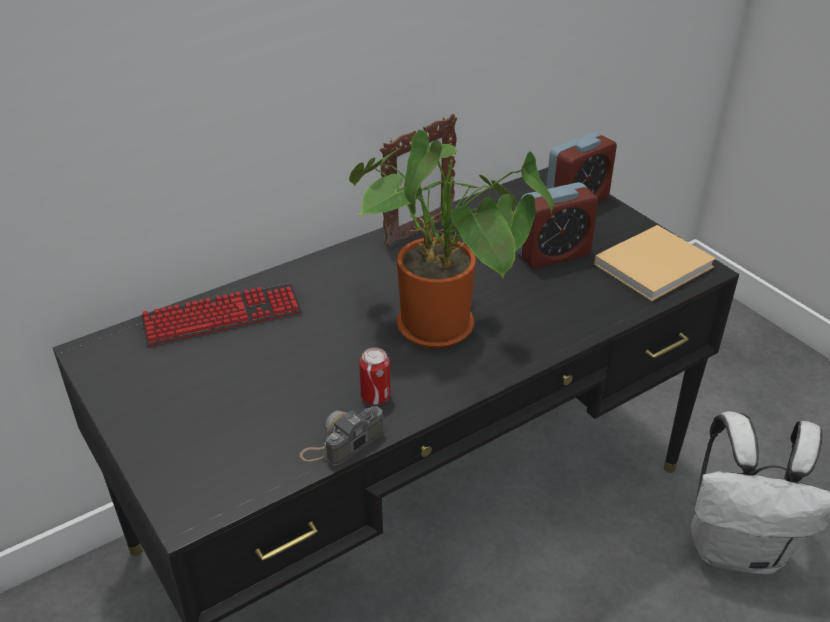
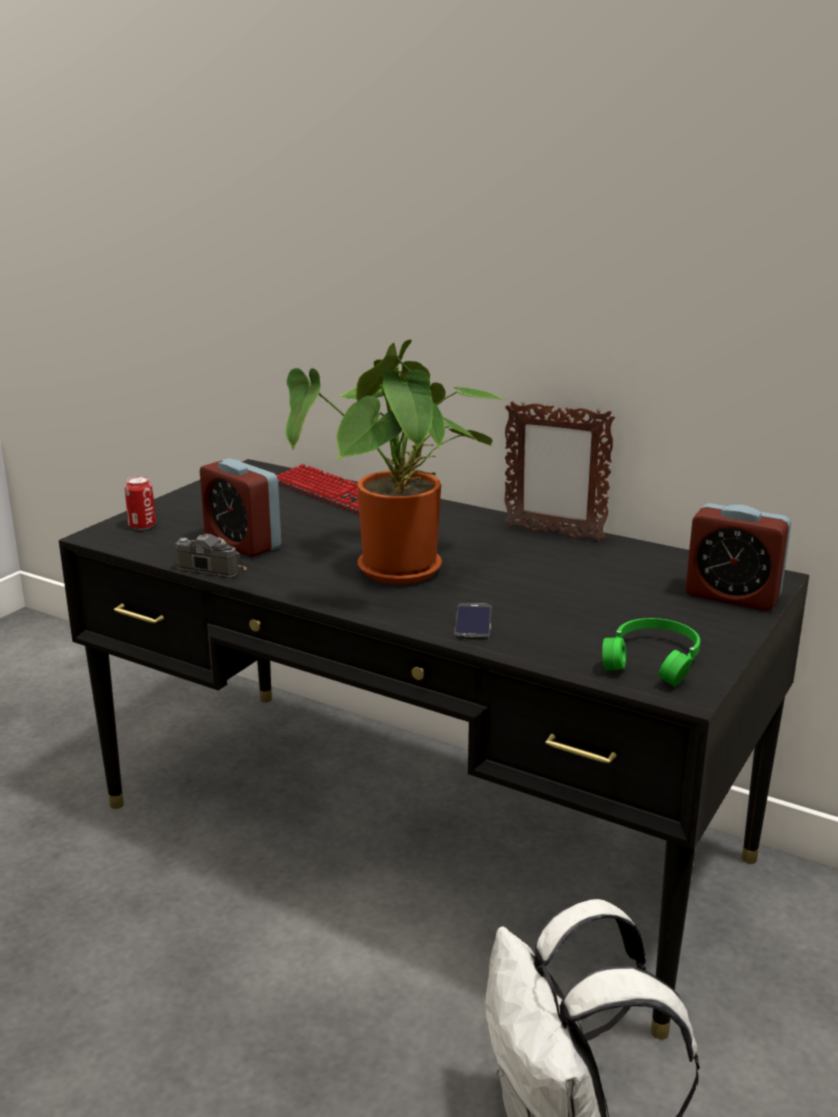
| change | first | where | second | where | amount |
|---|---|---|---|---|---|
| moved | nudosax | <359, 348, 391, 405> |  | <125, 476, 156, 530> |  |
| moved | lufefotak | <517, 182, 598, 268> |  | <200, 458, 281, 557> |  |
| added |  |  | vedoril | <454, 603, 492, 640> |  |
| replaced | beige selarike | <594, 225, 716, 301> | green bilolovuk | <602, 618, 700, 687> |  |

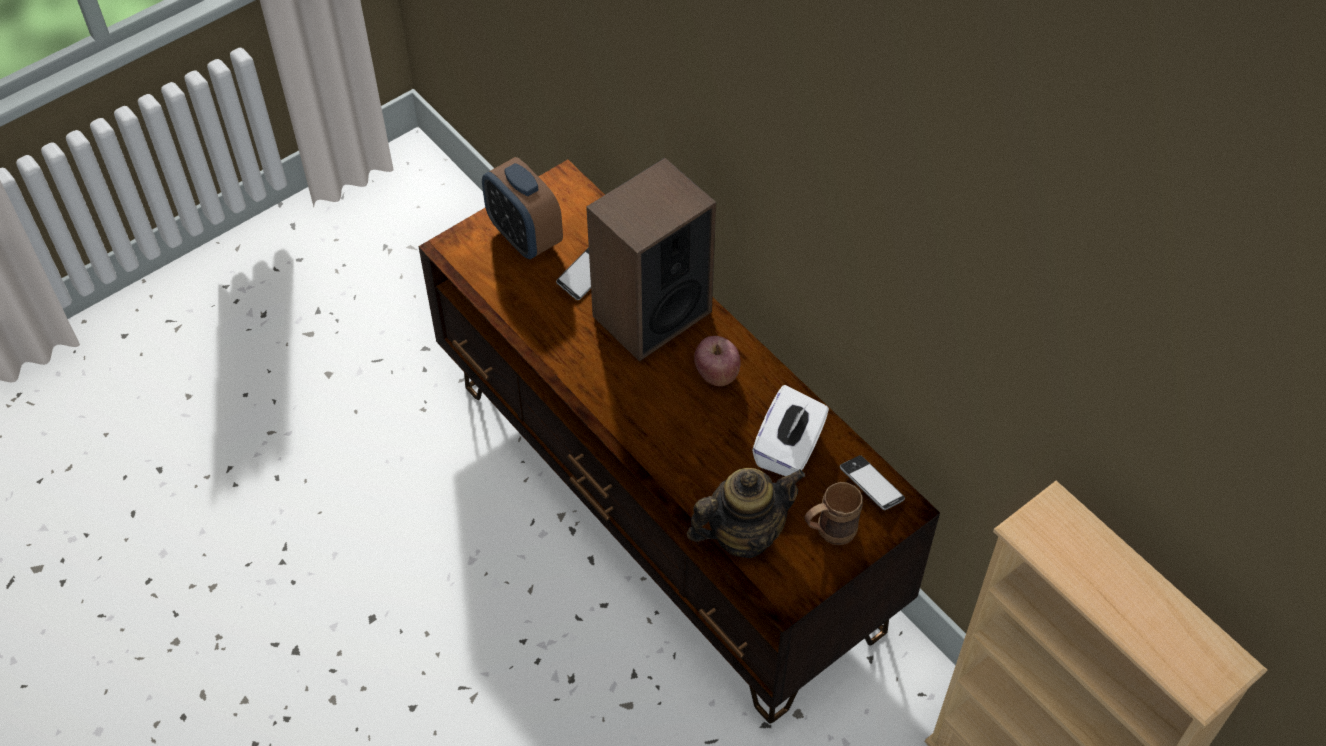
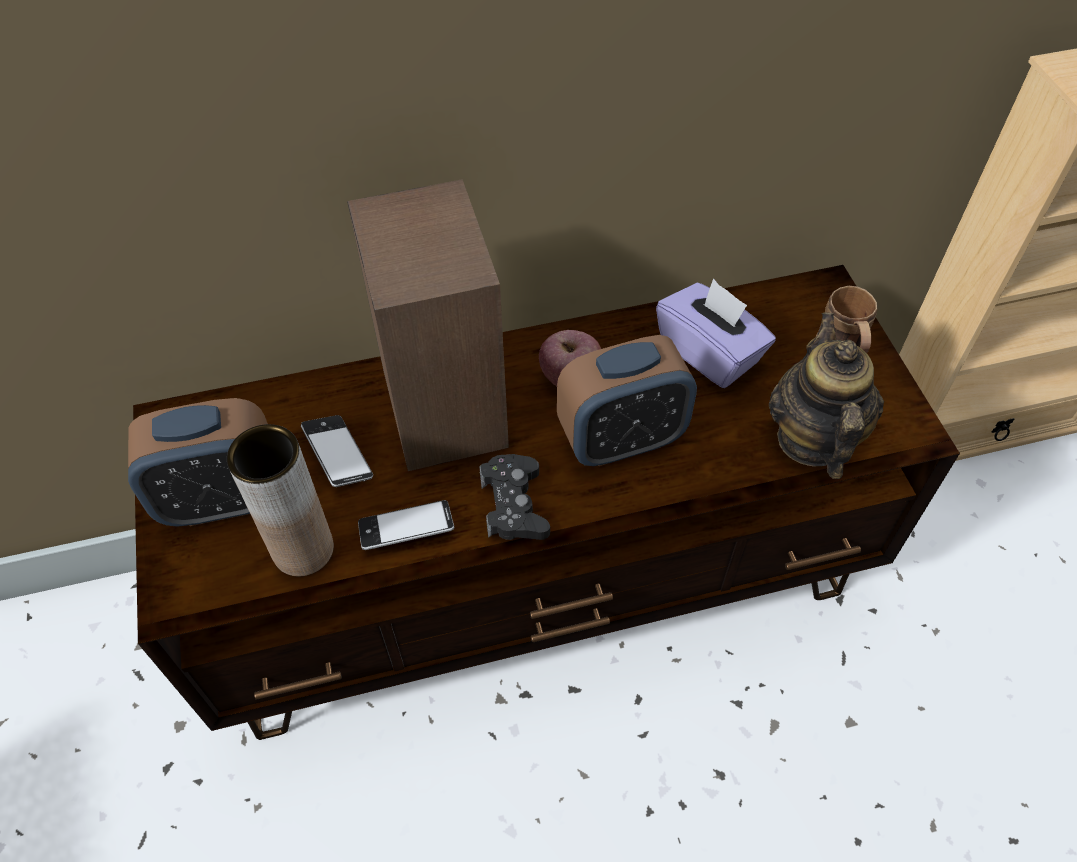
| change | first | where | second | where | amount |
|---|---|---|---|---|---|
| added |  |  | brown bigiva | <227, 424, 334, 576> |  |
| moved | vedoril | <839, 455, 905, 510> |  | <358, 500, 454, 550> |  |
| added |  |  | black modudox | <479, 454, 550, 540> |  |
| added |  |  | lufefotak | <557, 335, 697, 466> |  |
| recoloured | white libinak | <752, 385, 829, 476> | purple libinak | <656, 278, 776, 388> |  |

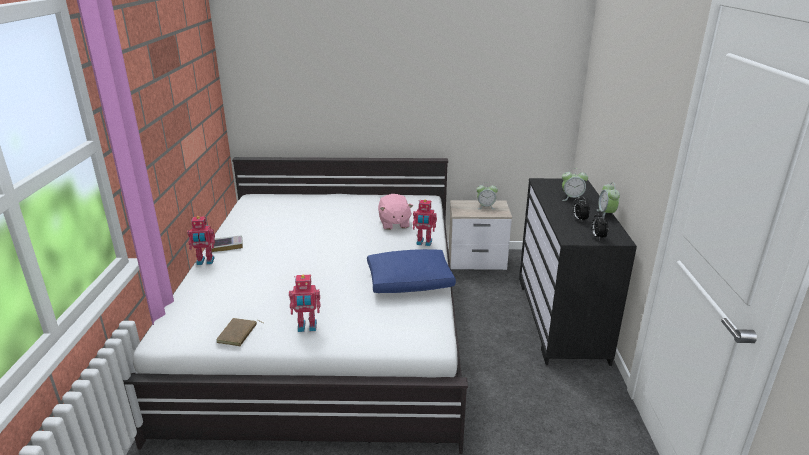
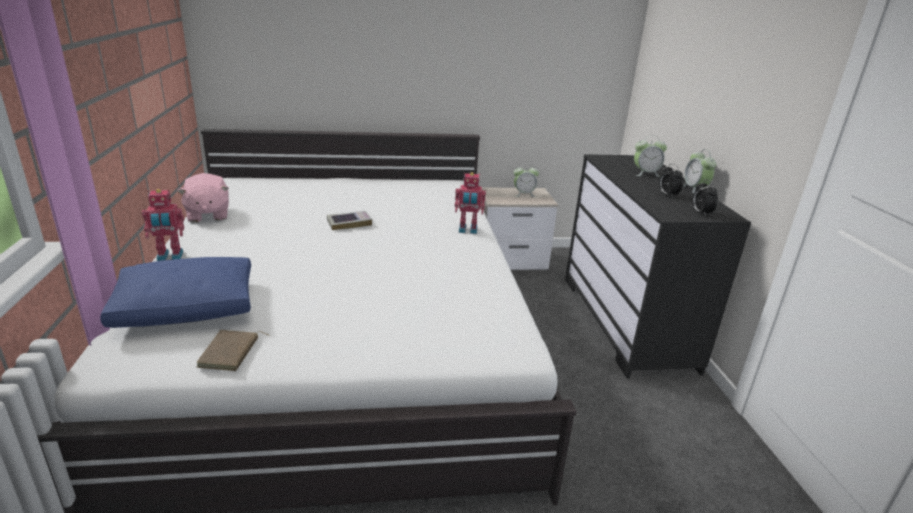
| change | first | where | second | where | amount |
|---|---|---|---|---|---|
| moved | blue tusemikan | <367, 249, 456, 293> |  | <100, 257, 251, 328> |  |
| moved | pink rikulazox | <378, 194, 413, 230> |  | <177, 173, 229, 222> |  |
| moved | selarike | <211, 235, 243, 252> |  | <327, 211, 372, 230> |  |
| removed | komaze | <289, 275, 320, 332> |  |  |  |

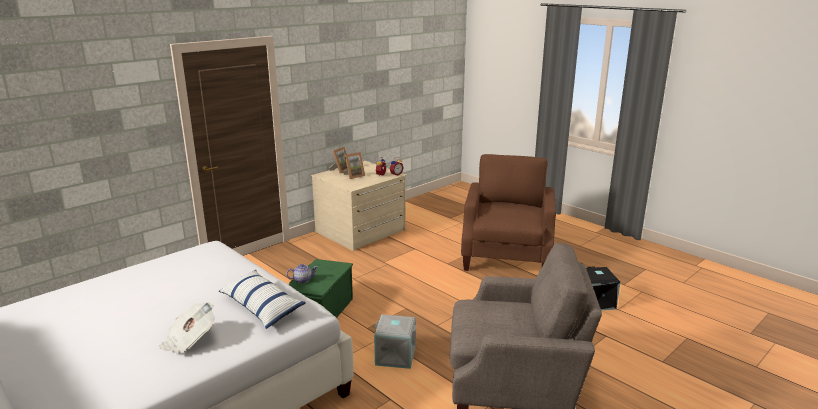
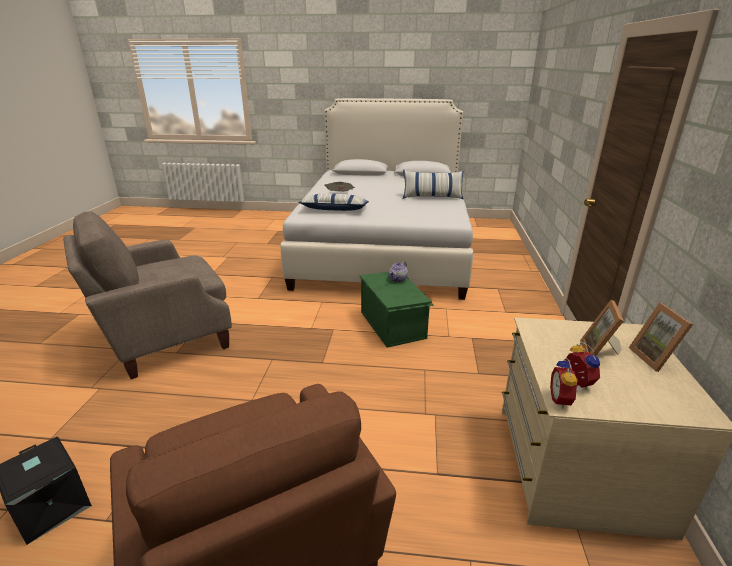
| change | first | where | second | where | amount |
|---|---|---|---|---|---|
| added |  |  | tusemikan | <403, 170, 463, 199> |  |
| removed | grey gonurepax | <374, 315, 416, 369> |  |  |  |

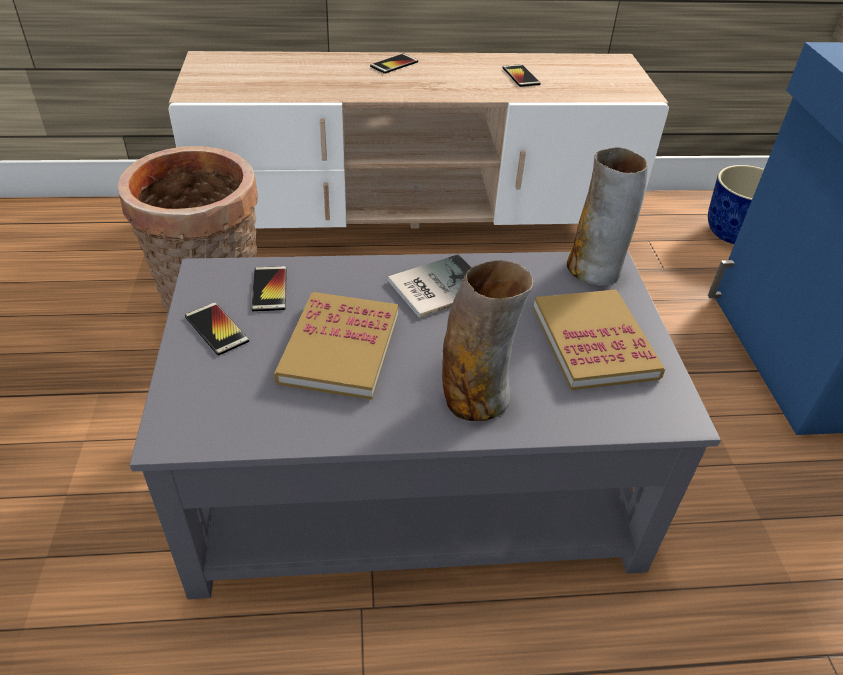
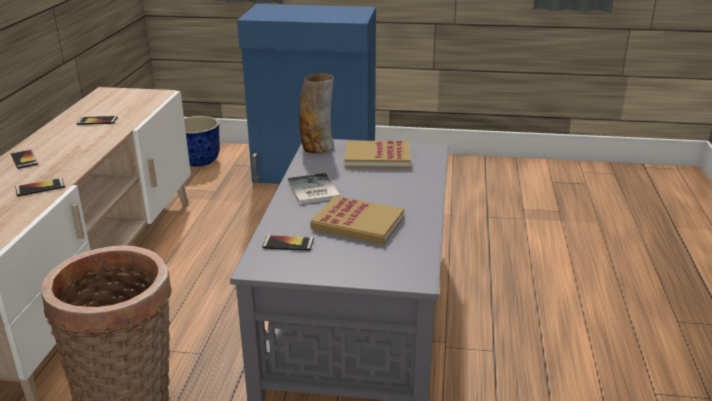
| change | first | where | second | where | amount |
|---|---|---|---|---|---|
| moved | vedoril | <185, 302, 249, 355> |  | <15, 178, 65, 196> |  |
| removed | bigiva | <442, 260, 533, 421> |  |  |  |

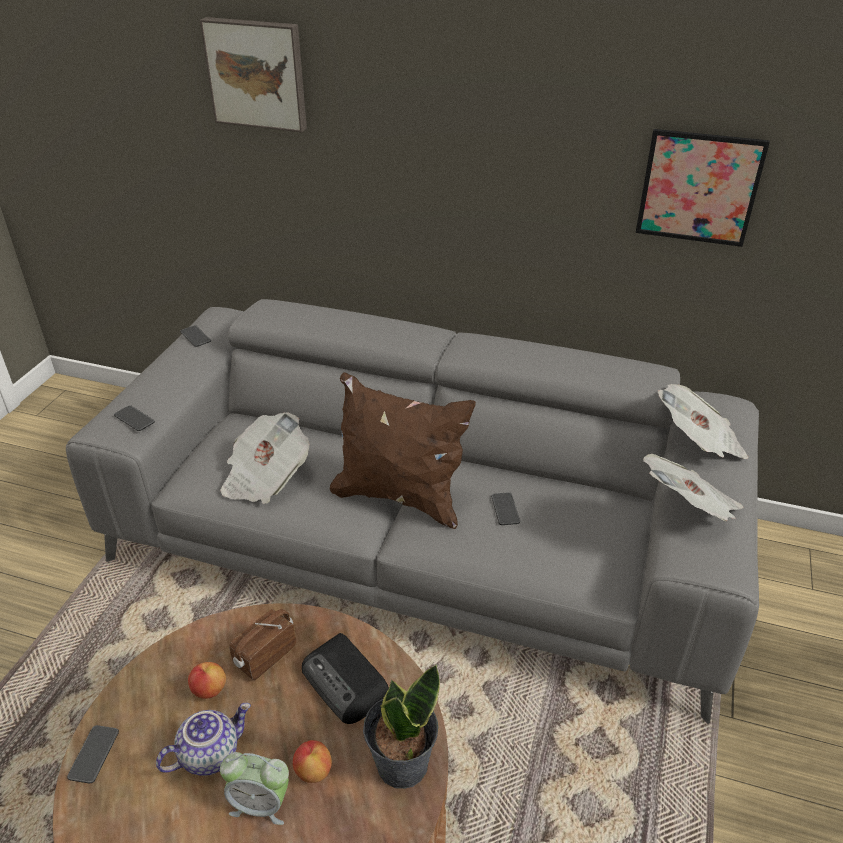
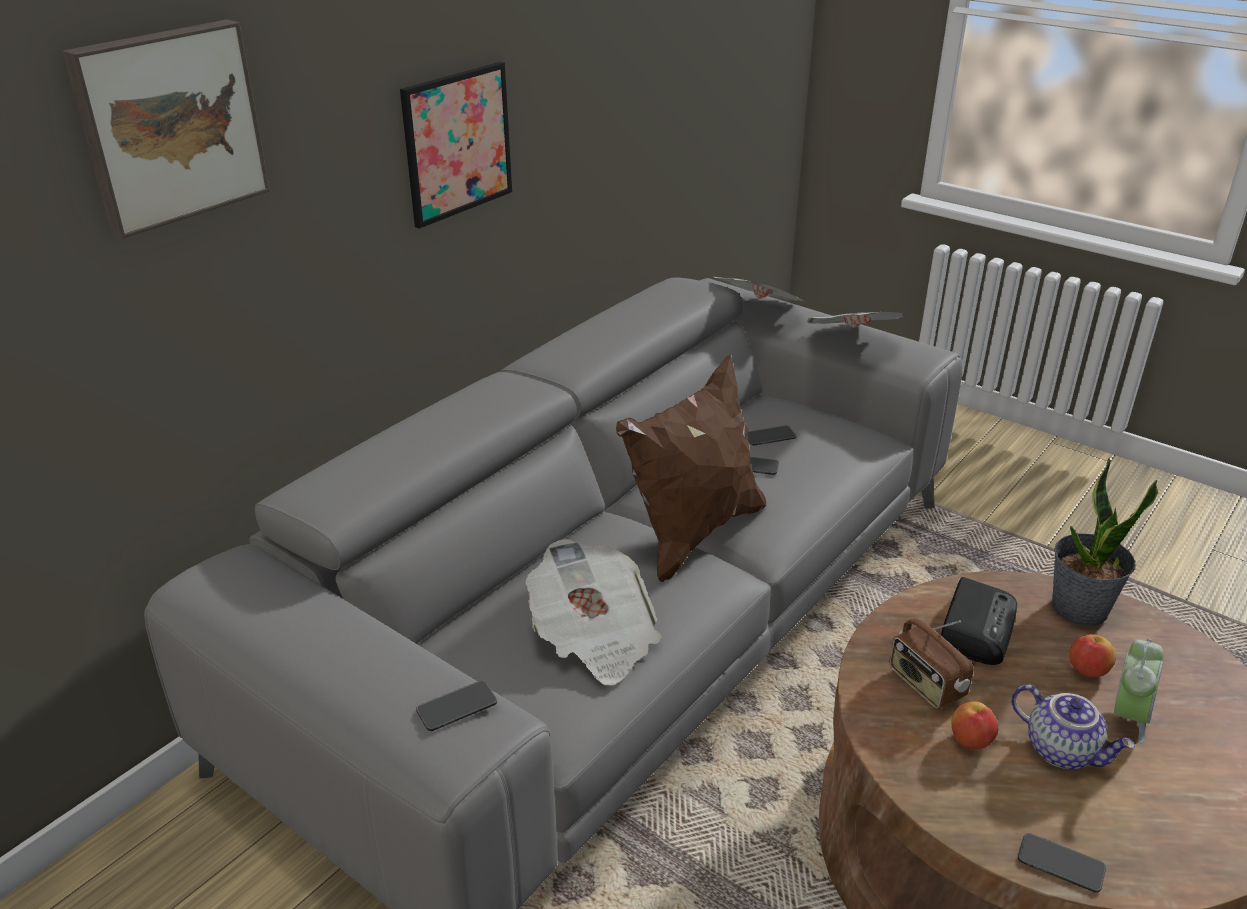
| change | first | where | second | where | amount |
|---|---|---|---|---|---|
| moved | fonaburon | <636, 129, 770, 247> |  | <400, 62, 512, 229> |  |
| moved | vedoril | <180, 325, 211, 347> |  | <747, 425, 796, 445> |  |
| turned | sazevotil | <302, 633, 389, 724> |  | <941, 577, 1017, 665> | 45 degrees counterclockwise |
| turned | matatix | <156, 703, 251, 776> |  | <1011, 685, 1135, 769> | 150 degrees clockwise |

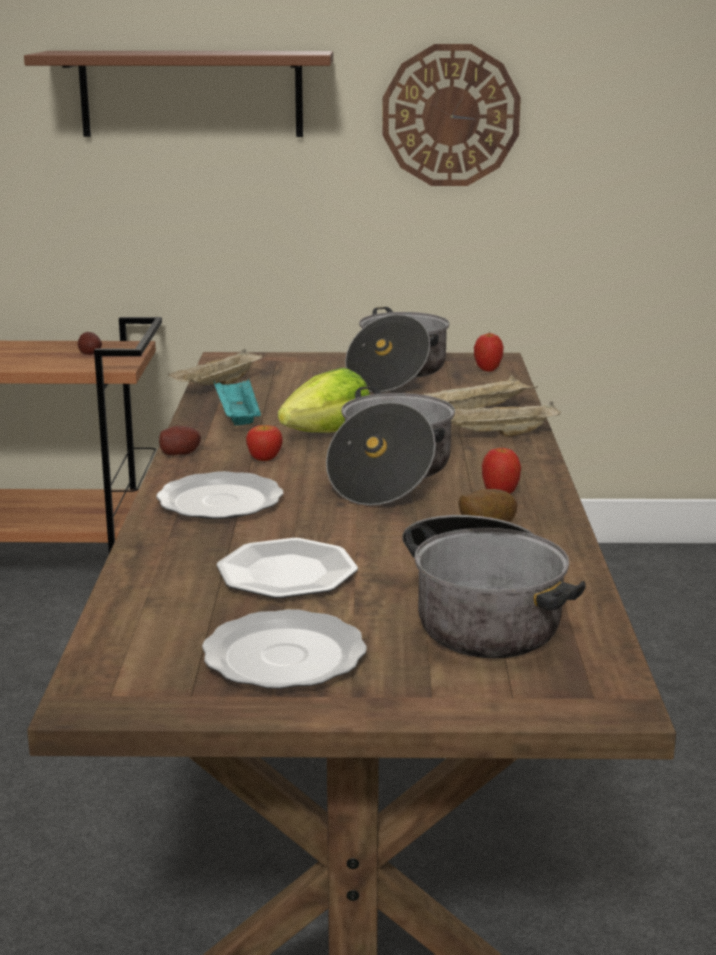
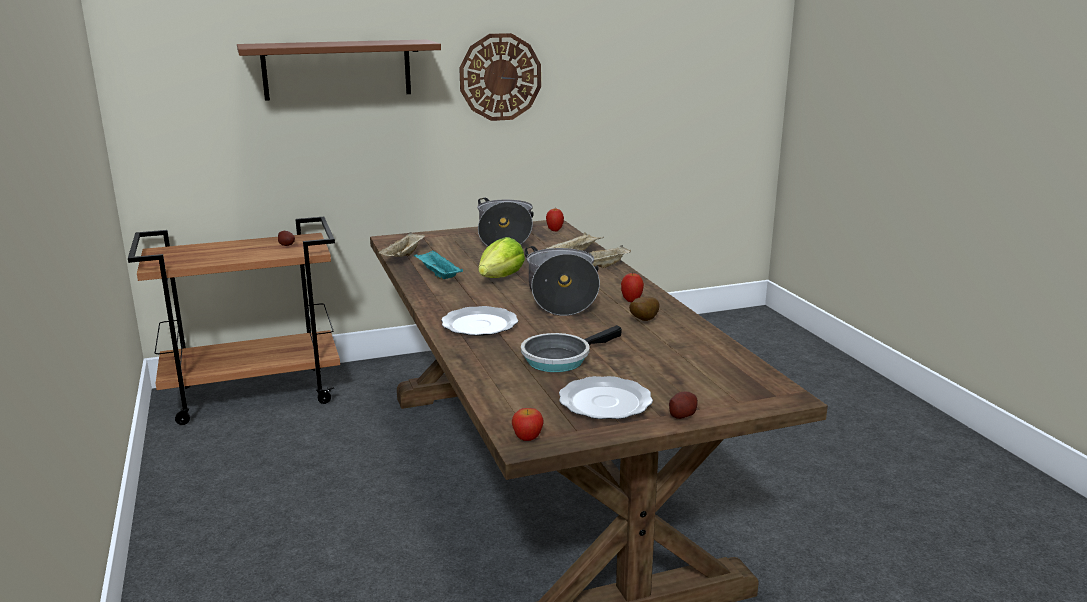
| change | first | where | second | where | amount |
|---|---|---|---|---|---|
| moved | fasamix | <246, 425, 283, 461> |  | <512, 408, 544, 441> |  |
| replaced | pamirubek | <216, 538, 358, 599> | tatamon | <521, 325, 622, 372> |  |
| moved | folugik | <159, 426, 201, 455> |  | <669, 392, 698, 419> |  |
| removed | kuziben | <403, 515, 586, 658> |  |  |  |

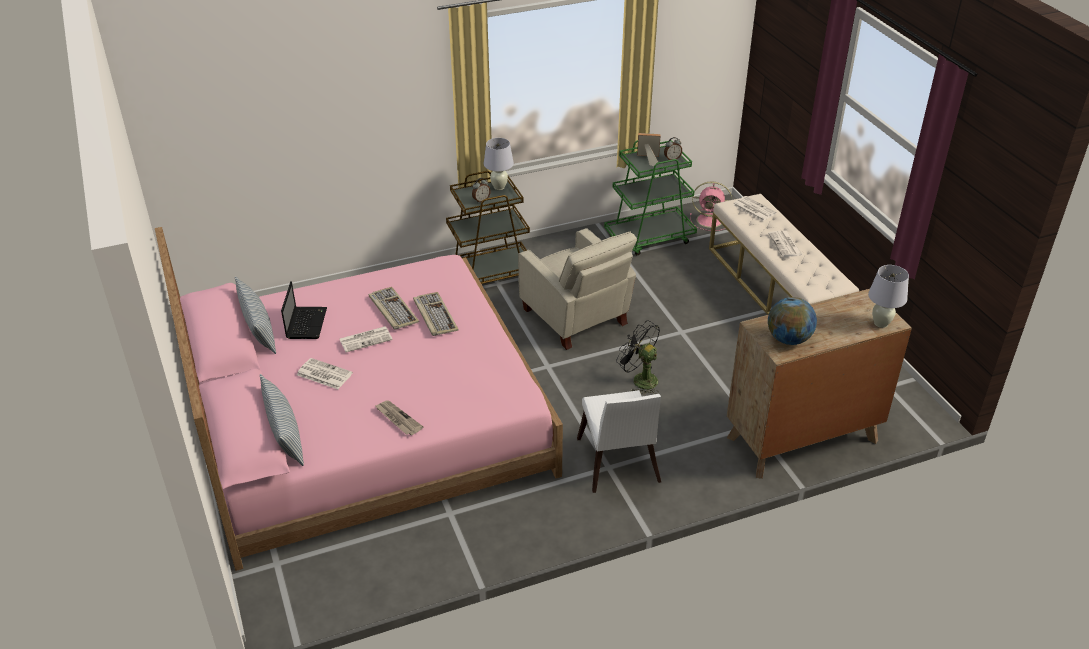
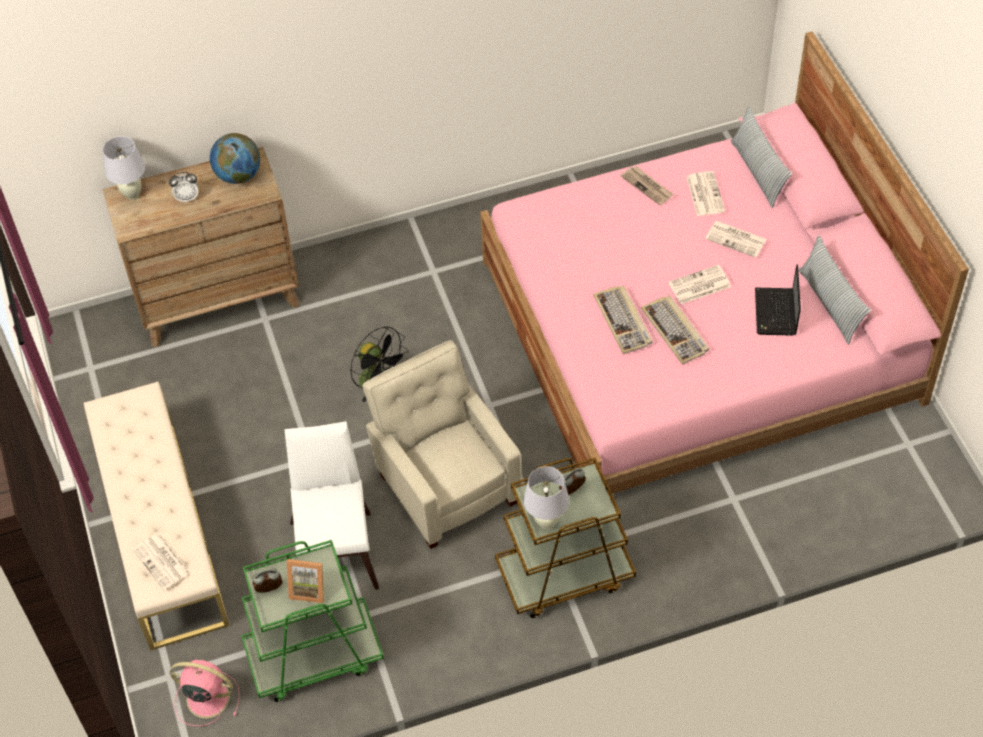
| change | first | where | second | where | amount |
|---|---|---|---|---|---|
| added |  |  | lufefotak | <169, 172, 198, 202> |  |
| moved | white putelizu | <577, 390, 661, 493> |  | <285, 421, 379, 590> |  |
| moved | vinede | <768, 230, 803, 257> |  | <687, 171, 725, 216> |  |

